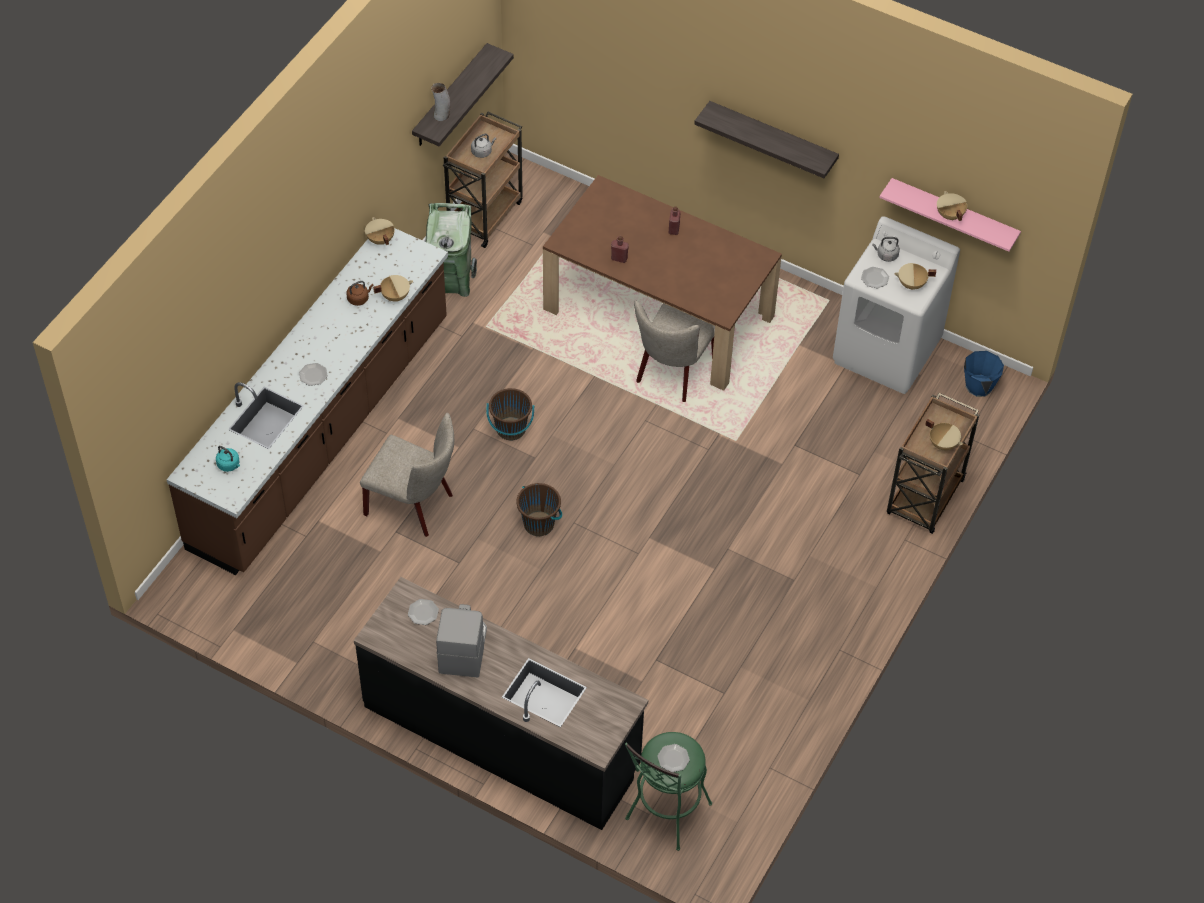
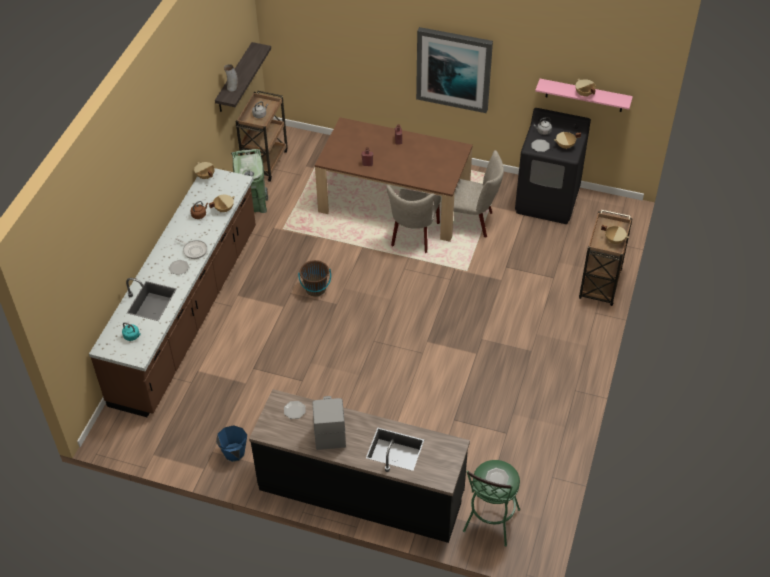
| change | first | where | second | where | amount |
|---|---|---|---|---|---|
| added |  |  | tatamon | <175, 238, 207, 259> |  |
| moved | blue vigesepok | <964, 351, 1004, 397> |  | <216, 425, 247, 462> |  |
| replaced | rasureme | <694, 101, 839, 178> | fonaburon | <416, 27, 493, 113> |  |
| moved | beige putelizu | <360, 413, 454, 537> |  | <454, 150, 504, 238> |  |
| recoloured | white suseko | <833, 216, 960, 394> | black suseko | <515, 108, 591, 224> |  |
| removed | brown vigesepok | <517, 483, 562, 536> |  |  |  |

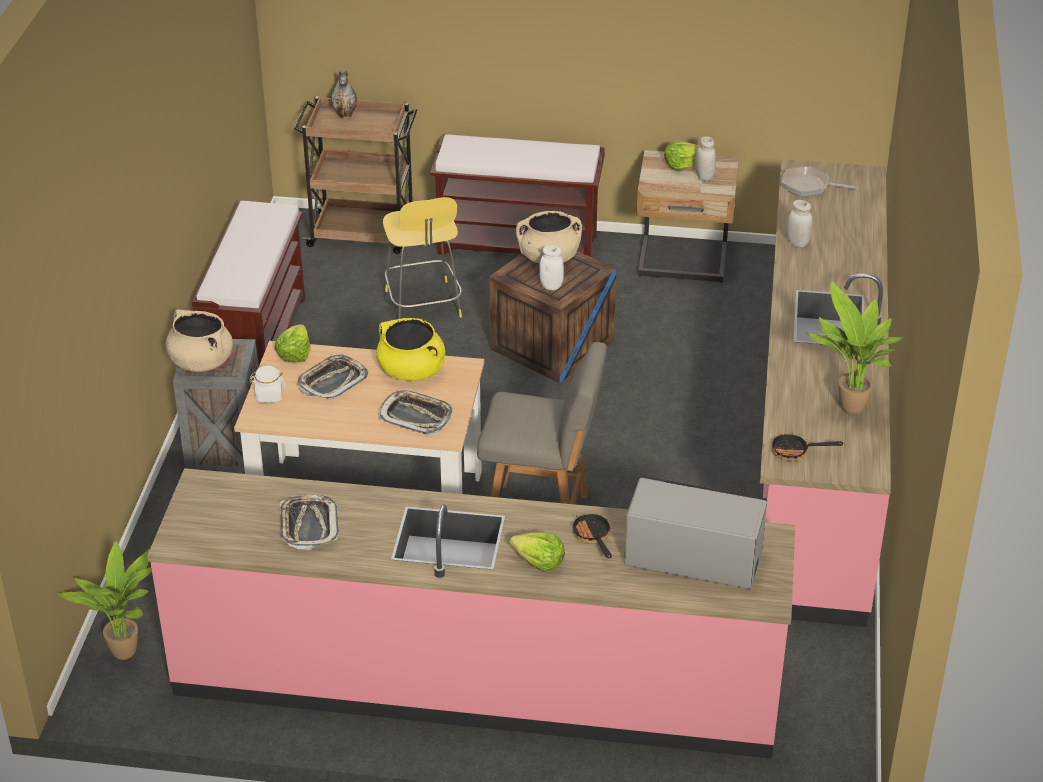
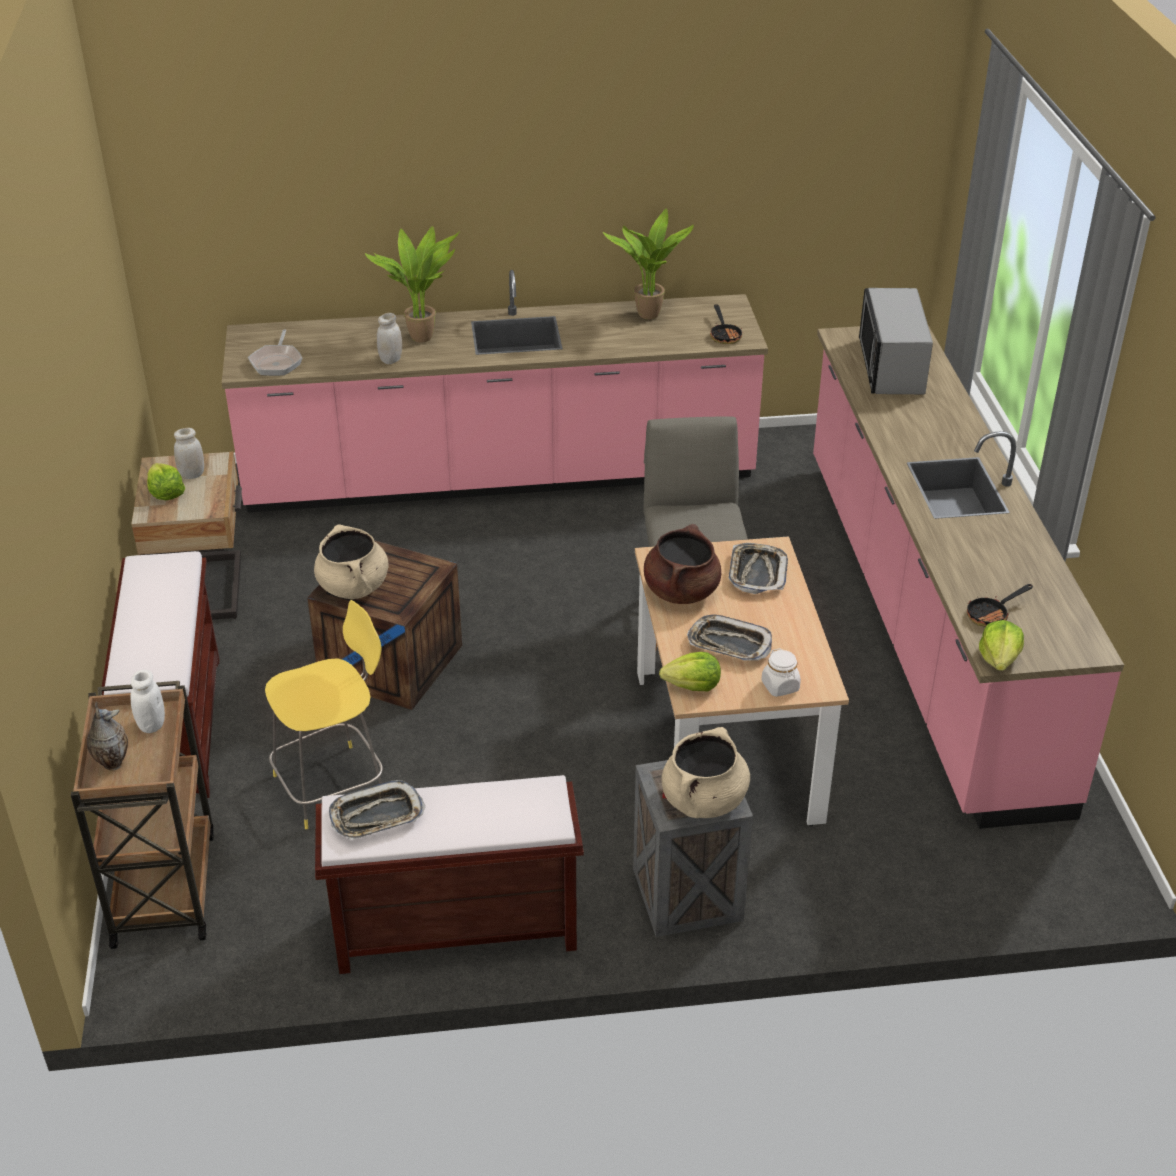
| change | first | where | second | where | amount |
|---|---|---|---|---|---|
| moved | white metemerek | <539, 245, 564, 290> |  | <130, 670, 165, 733> |  |
| moved | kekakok | <280, 495, 339, 550> |  | <329, 780, 426, 840> |  |
| moved | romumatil | <57, 541, 152, 660> |  | <365, 226, 460, 343> |  |
| recoloured | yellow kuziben | <376, 318, 445, 381> | brown kuziben | <644, 524, 721, 604> |  |
| moved | tatamon | <572, 510, 612, 558> |  | <967, 584, 1033, 627> |  |
| moved | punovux | <510, 532, 565, 572> |  | <979, 620, 1024, 671> |  |

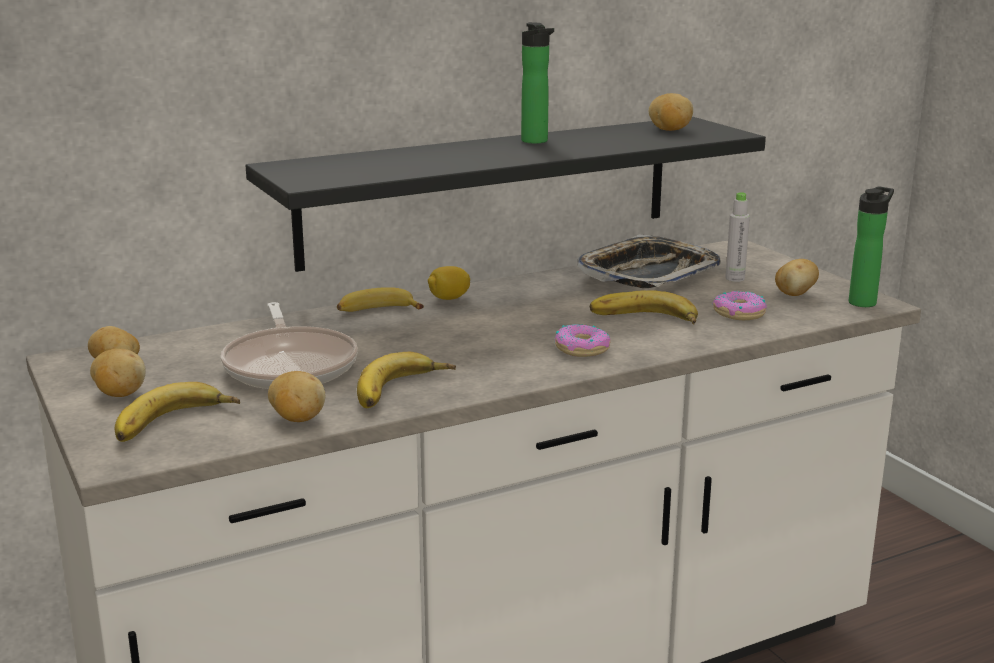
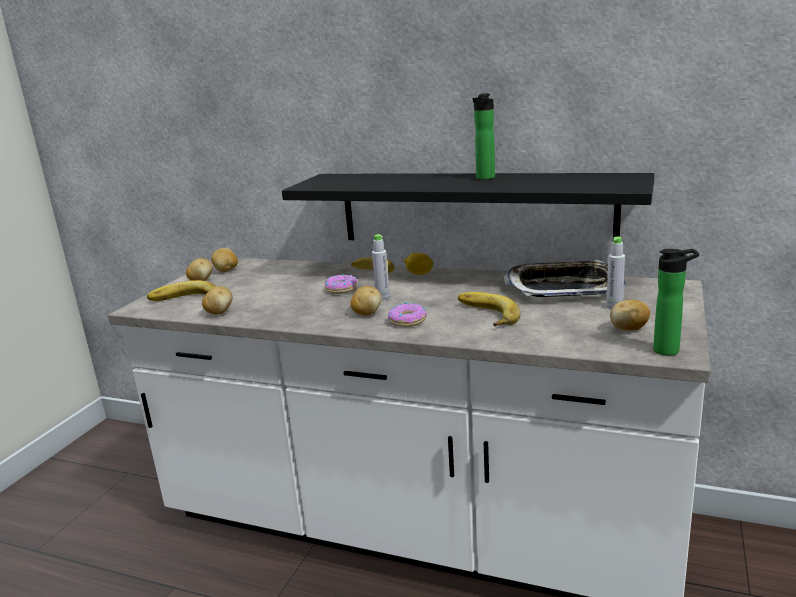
| change | first | where | second | where | amount |
|---|---|---|---|---|---|
| moved | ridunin | <712, 291, 767, 320> |  | <325, 274, 358, 294> |  |
| moved | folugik | <649, 93, 693, 131> |  | <350, 286, 381, 316> |  |
| added |  |  | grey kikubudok | <372, 234, 390, 300> |  |
| removed | tatamon | <221, 302, 358, 389> |  |  |  |
| removed | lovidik | <357, 352, 456, 408> |  |  |  |

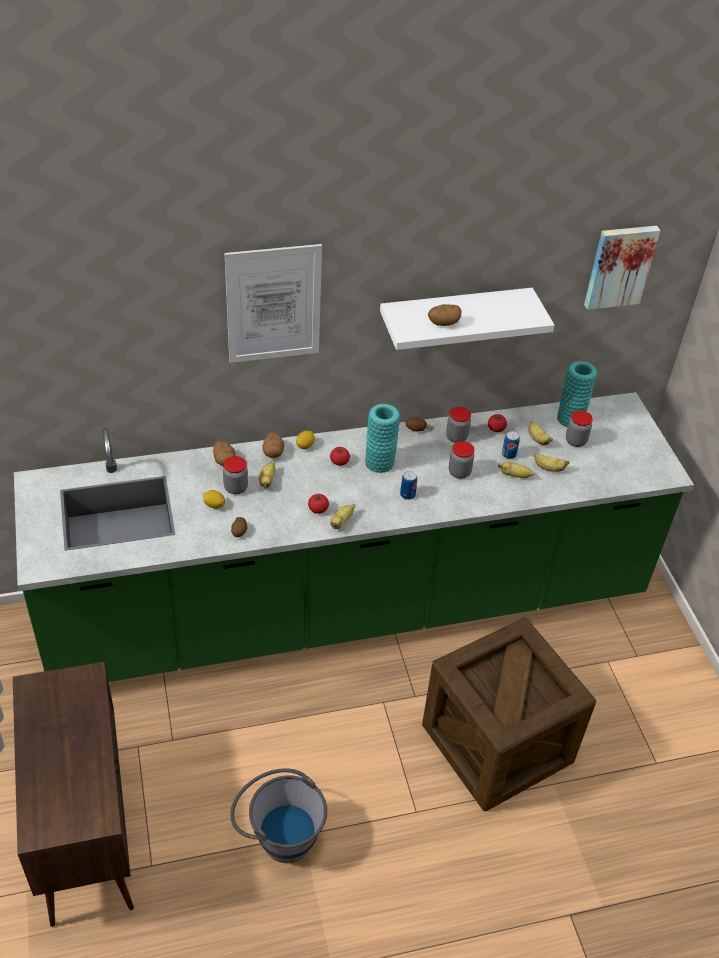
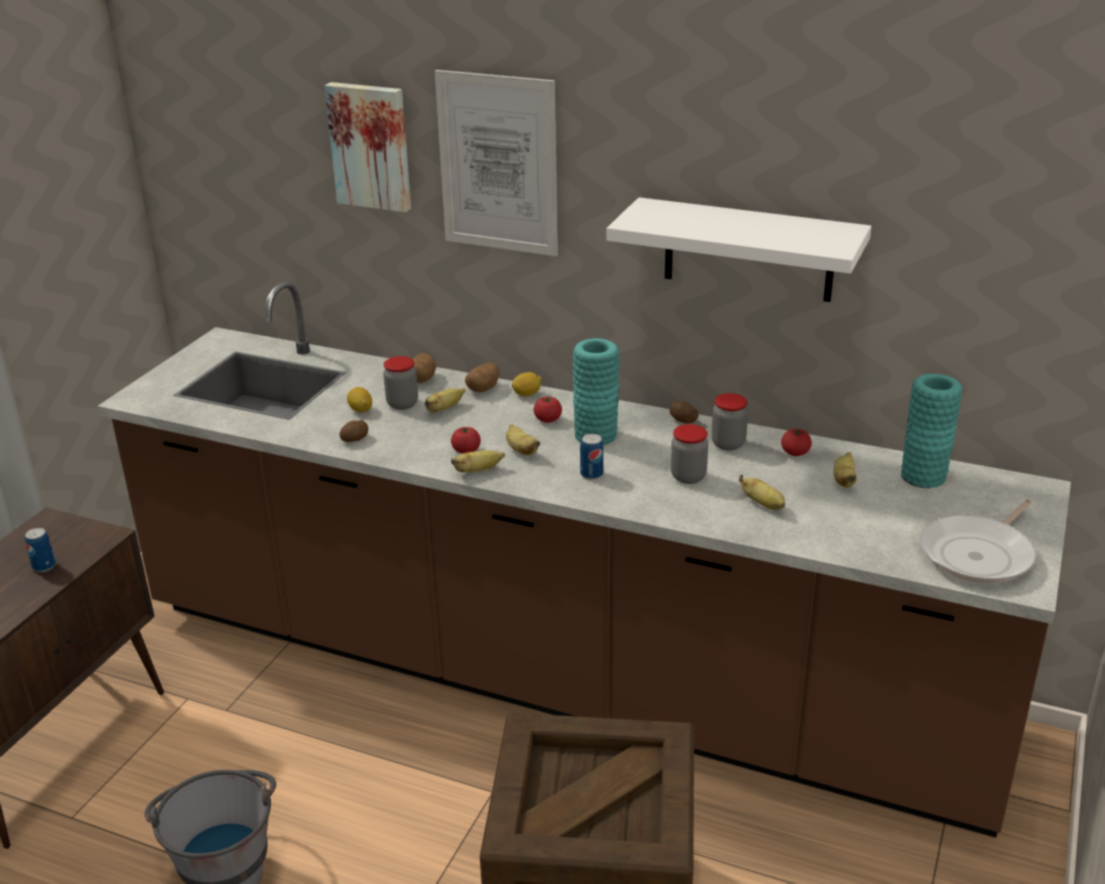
| change | first | where | second | where | amount |
|---|---|---|---|---|---|
| moved | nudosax | <502, 431, 520, 459> |  | <25, 528, 56, 572> |  |
| recoloured | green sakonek | <14, 392, 694, 682> | brown sakonek | <97, 282, 1071, 838> |  |
| moved | fonaburon | <584, 226, 660, 310> |  | <324, 82, 411, 212> |  |
| moved | lovidik | <534, 454, 569, 472> |  | <506, 424, 540, 455> |  |
| added |  |  | tatamon | <920, 499, 1036, 584> |  |
| removed | folugik | <428, 304, 461, 326> |  |  |  |
| removed | metemerek | <566, 411, 593, 447> |  |  |  |

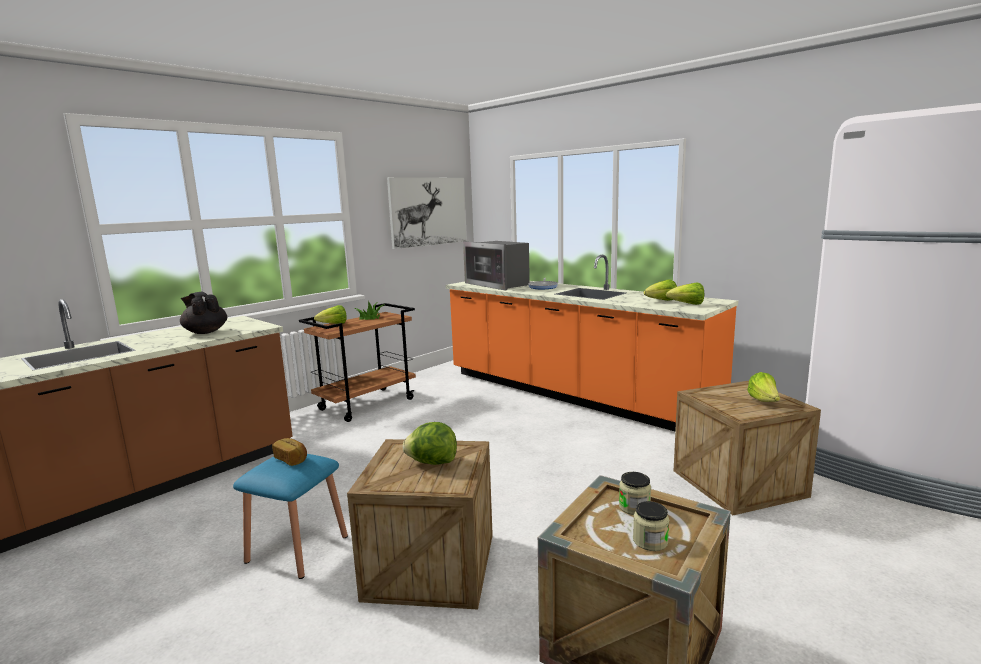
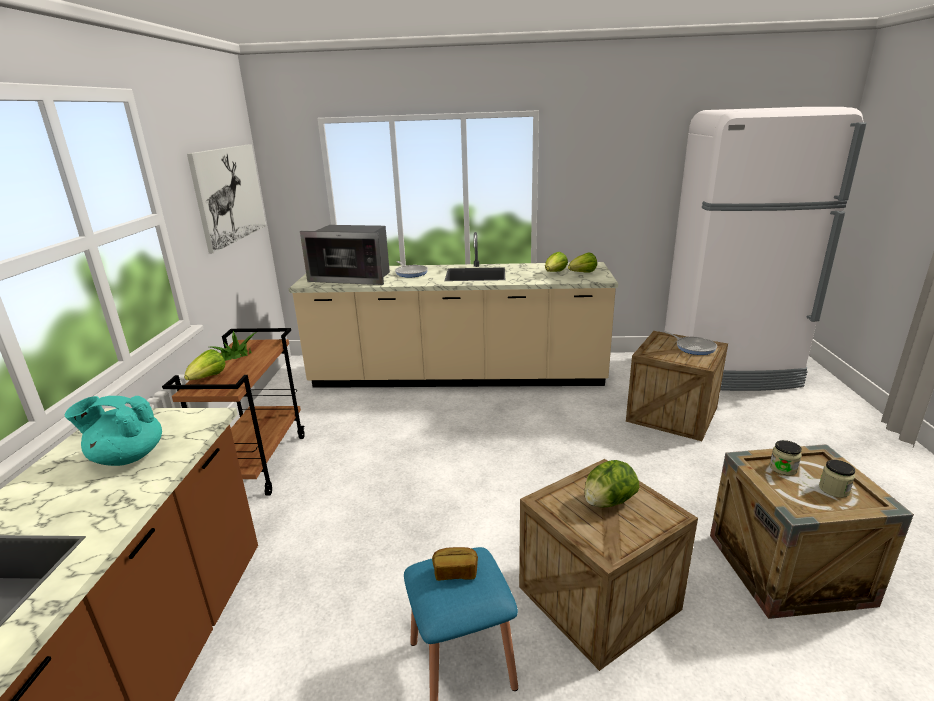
| change | first | where | second | where | amount |
|---|---|---|---|---|---|
| recoloured | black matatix | <180, 292, 227, 334> | turquoise matatix | <64, 396, 162, 466> |  |
| recoloured | orange sakonek | <446, 255, 738, 431> | beige sakonek | <289, 232, 618, 388> |  |
| replaced | punovux | <747, 372, 780, 402> | tatamon | <664, 331, 717, 355> |  |

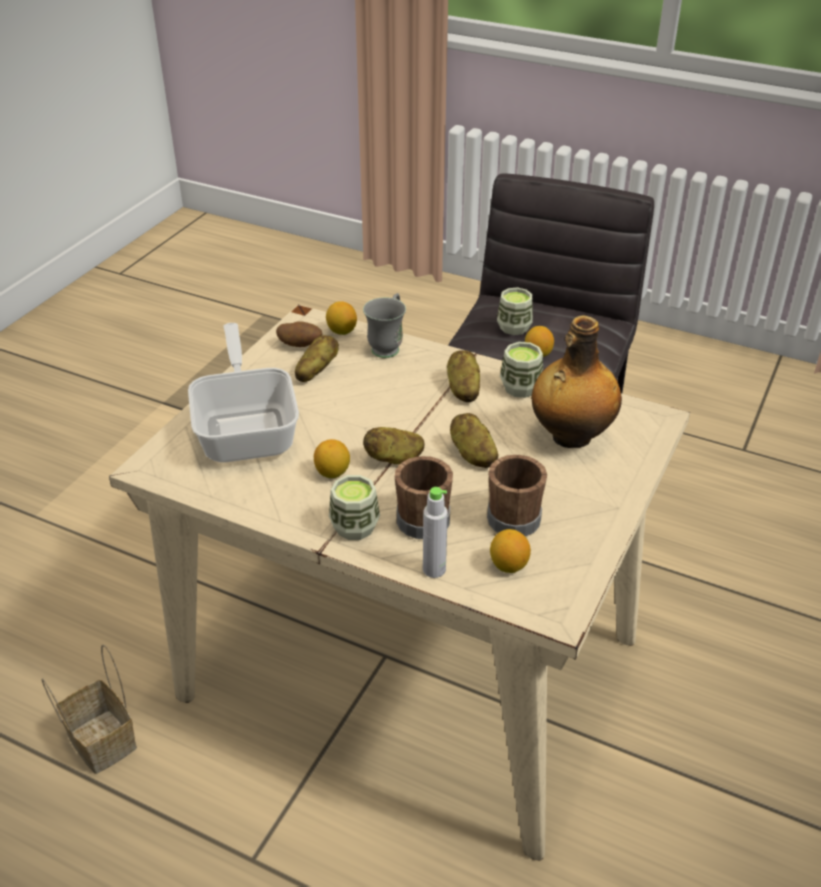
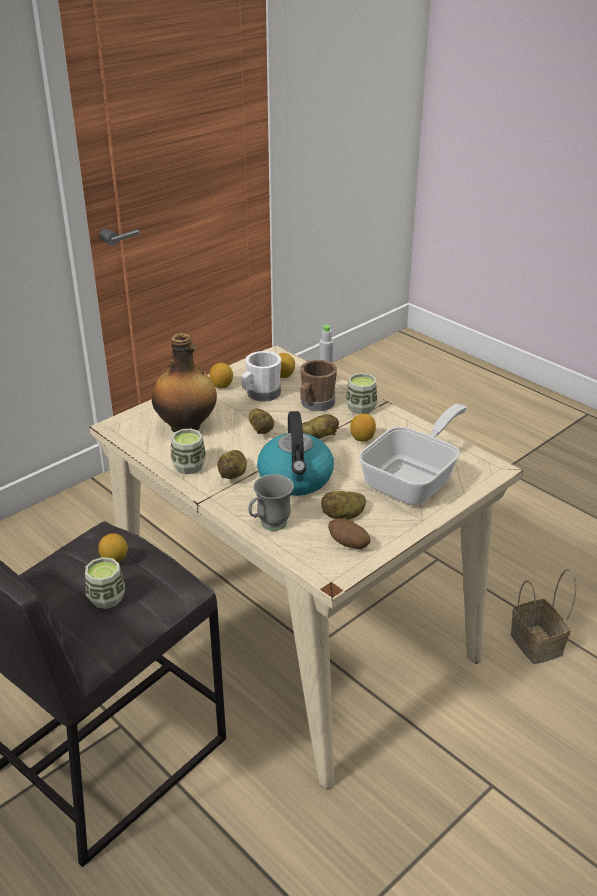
| change | first | where | second | where | amount |
|---|---|---|---|---|---|
| moved | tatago | <326, 301, 357, 335> |  | <209, 363, 233, 388> |  |
| recoloured | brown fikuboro | <487, 455, 547, 536> | white fikuboro | <241, 351, 281, 402> |  |
| added |  |  | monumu | <257, 411, 334, 496> |  |
| turned | tatamon | <188, 323, 299, 463> |  | <359, 404, 467, 505> | 150 degrees counterclockwise |

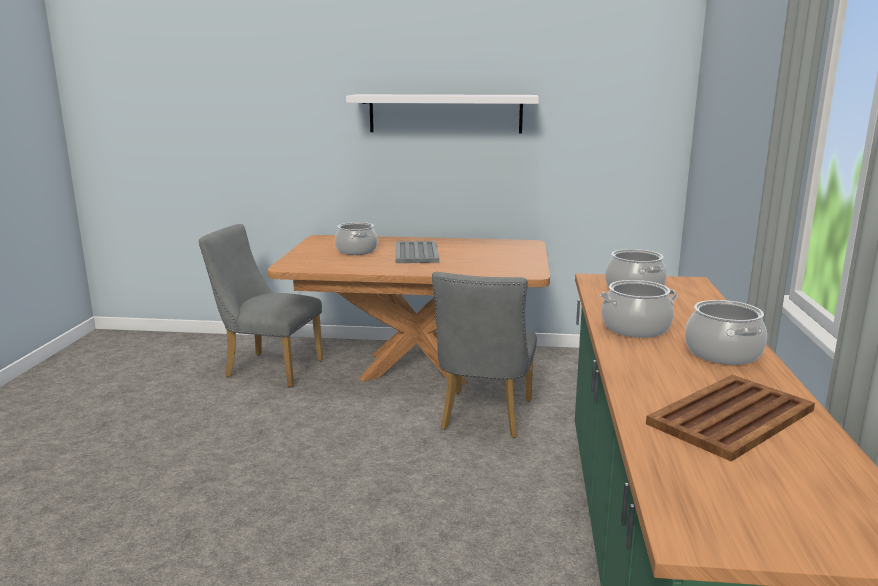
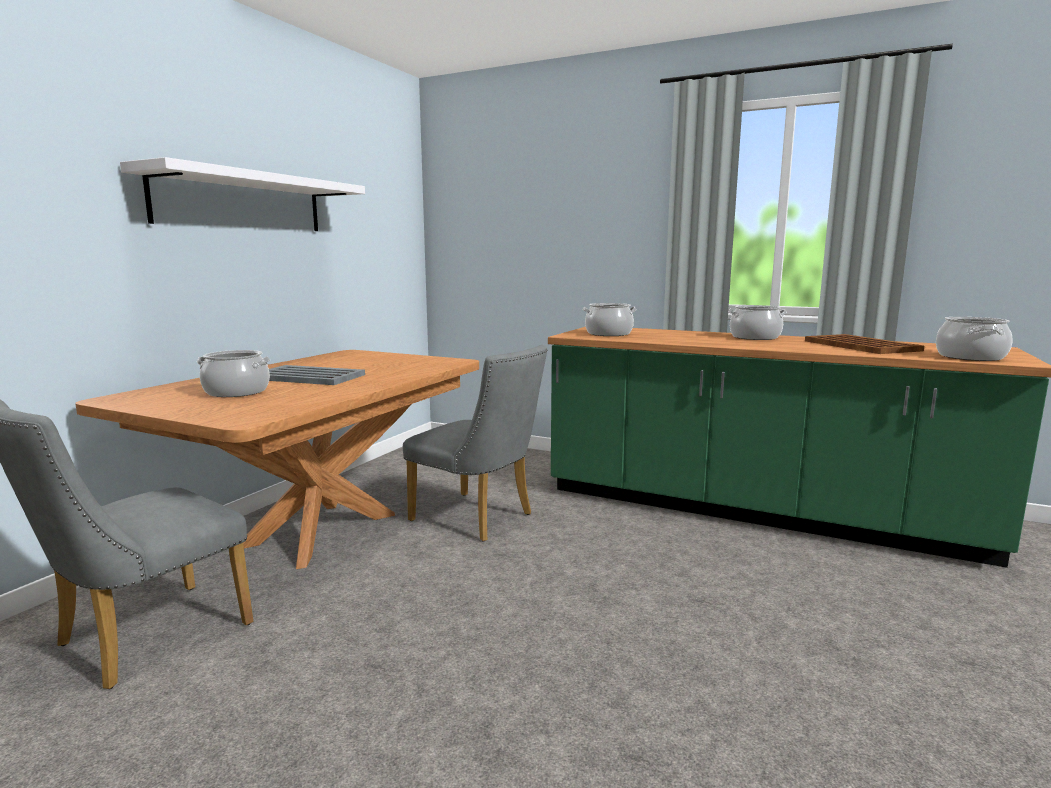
| change | first | where | second | where | amount |
|---|---|---|---|---|---|
| moved | kuziben | <600, 280, 677, 338> |  | <936, 317, 1013, 361> |  |

